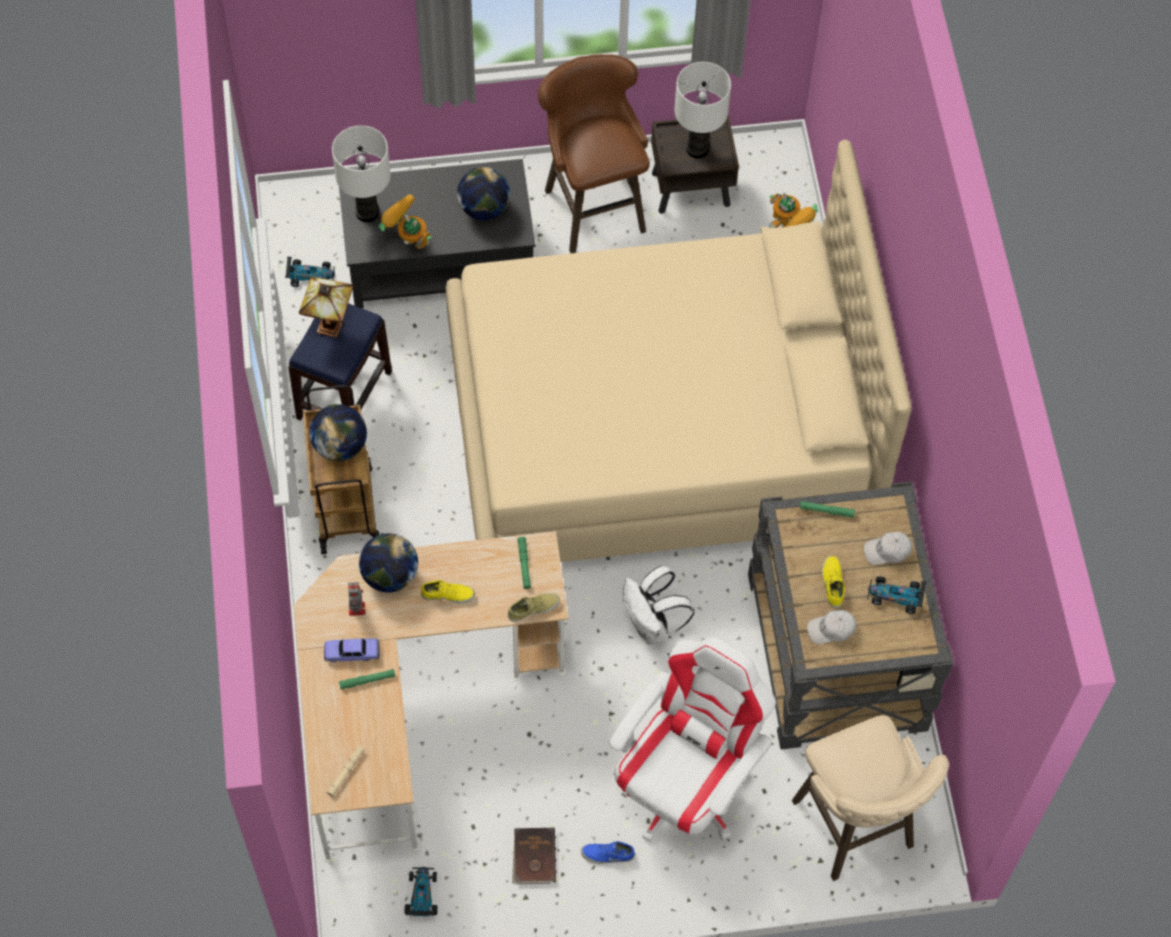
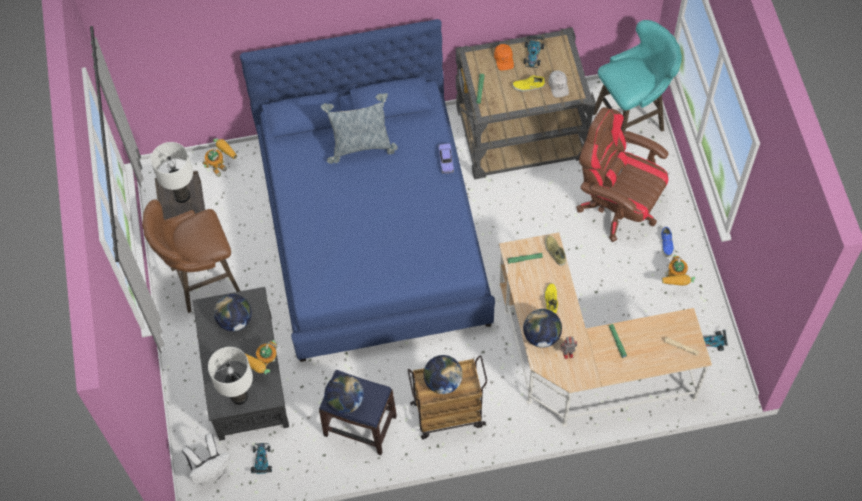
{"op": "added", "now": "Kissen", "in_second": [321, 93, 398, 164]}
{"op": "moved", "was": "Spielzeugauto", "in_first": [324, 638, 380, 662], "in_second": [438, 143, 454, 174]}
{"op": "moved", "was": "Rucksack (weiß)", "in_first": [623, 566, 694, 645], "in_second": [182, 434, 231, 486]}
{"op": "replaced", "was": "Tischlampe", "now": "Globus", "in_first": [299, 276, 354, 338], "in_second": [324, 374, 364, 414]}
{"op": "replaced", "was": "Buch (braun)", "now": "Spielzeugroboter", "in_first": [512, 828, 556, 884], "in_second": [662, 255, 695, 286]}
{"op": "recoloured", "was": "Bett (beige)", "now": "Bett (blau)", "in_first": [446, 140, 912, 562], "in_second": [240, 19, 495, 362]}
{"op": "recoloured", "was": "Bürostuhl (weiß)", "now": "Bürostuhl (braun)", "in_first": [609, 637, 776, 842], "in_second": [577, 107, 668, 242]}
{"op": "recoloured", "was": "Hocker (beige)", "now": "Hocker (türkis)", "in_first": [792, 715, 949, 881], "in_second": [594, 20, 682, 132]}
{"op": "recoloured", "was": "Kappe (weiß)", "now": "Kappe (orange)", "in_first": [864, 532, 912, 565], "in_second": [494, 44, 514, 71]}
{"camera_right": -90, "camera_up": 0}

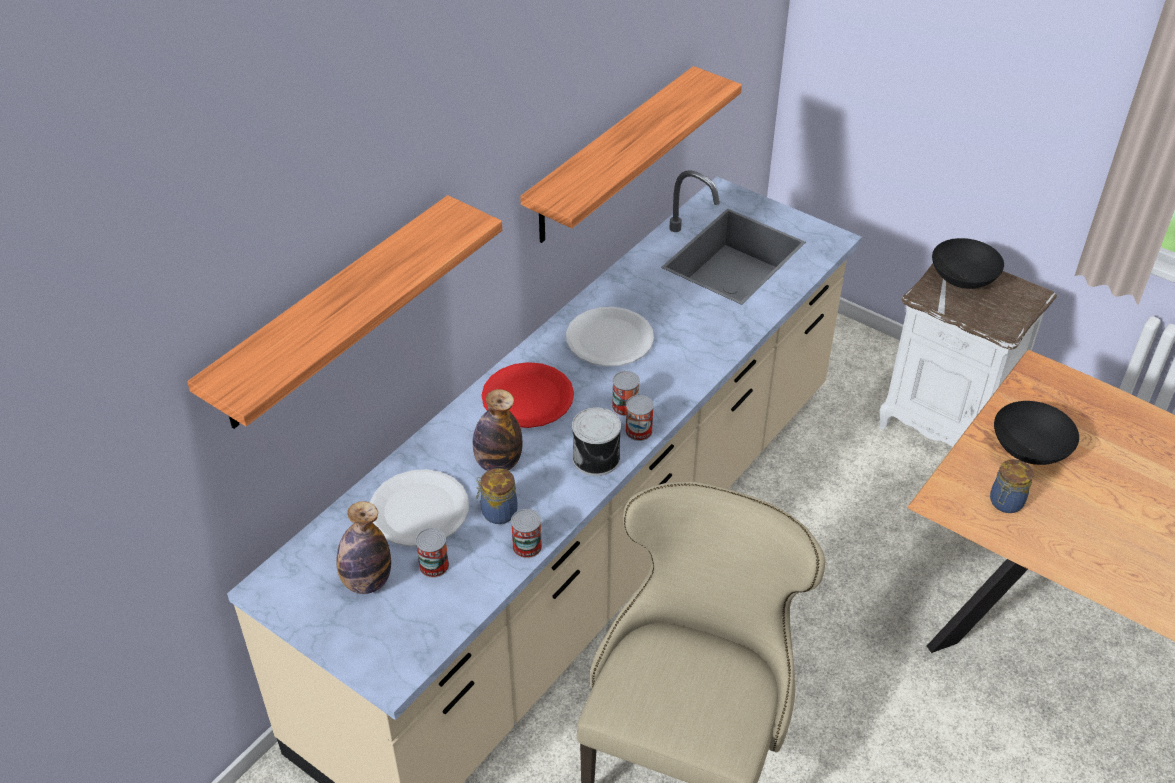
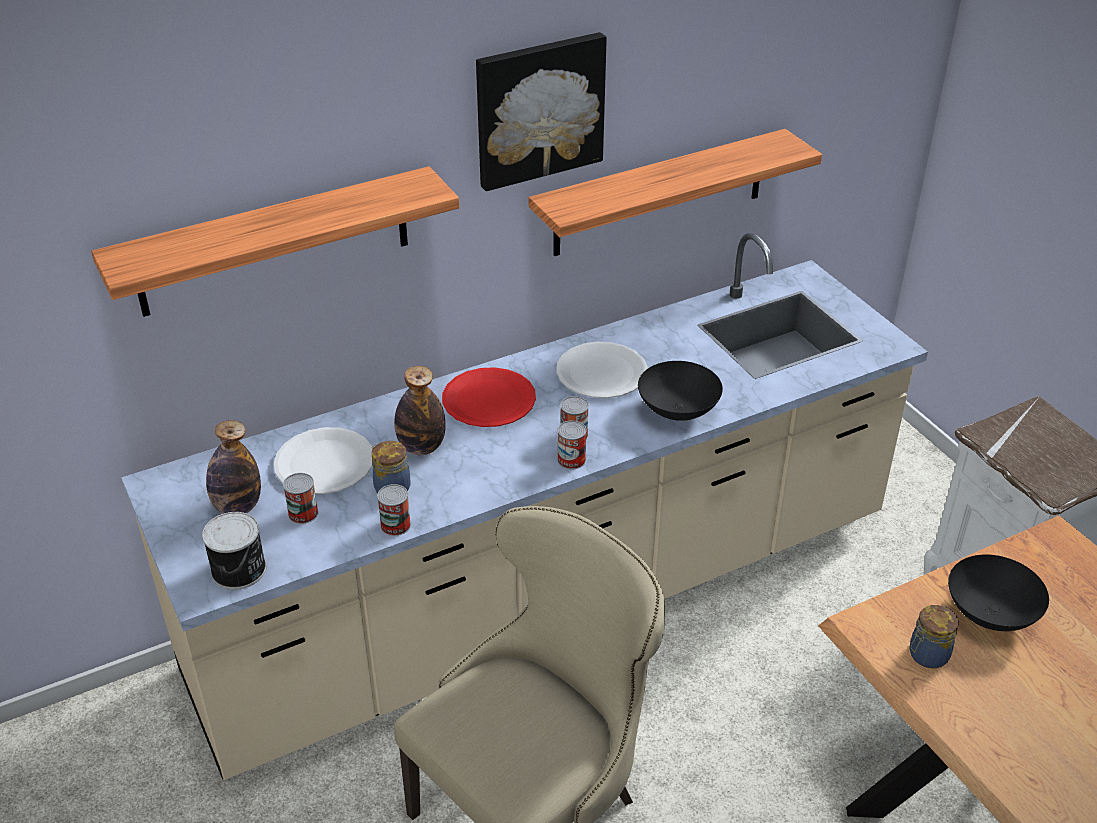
{"op": "added", "now": "Bild", "in_second": [476, 32, 607, 191]}
{"op": "moved", "was": "Dose", "in_first": [572, 407, 621, 476], "in_second": [202, 512, 266, 590]}
{"op": "moved", "was": "Schüssel (schwarz)", "in_first": [932, 238, 1004, 289], "in_second": [638, 361, 723, 421]}
{"camera_right": 25, "camera_up": -5}

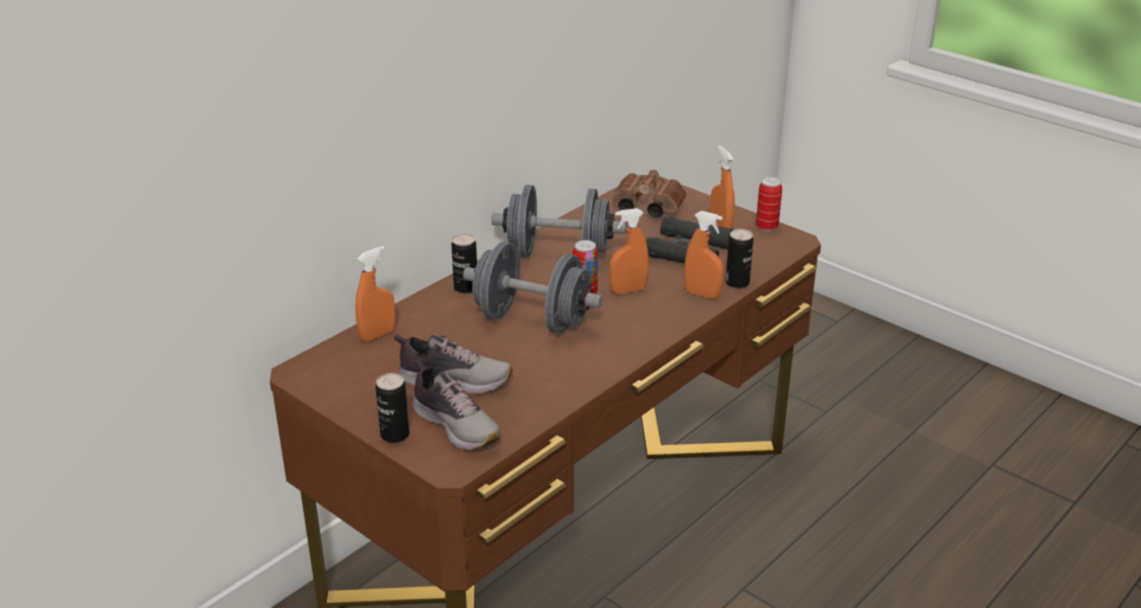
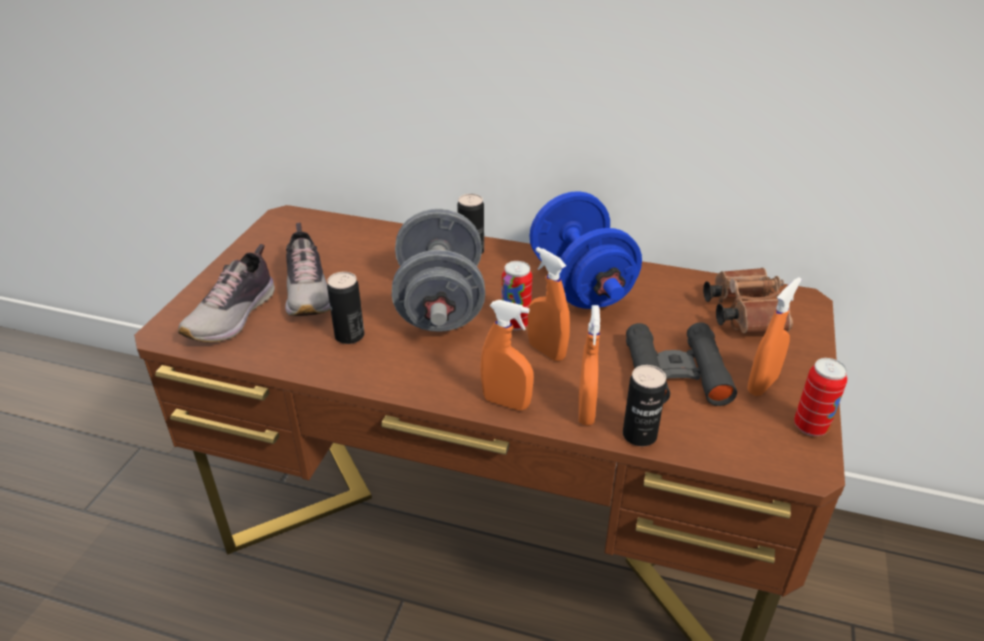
{"op": "moved", "was": "Sprühflasche (orange)", "in_first": [355, 246, 395, 342], "in_second": [480, 300, 534, 411]}
{"op": "moved", "was": "Dose", "in_first": [376, 373, 409, 443], "in_second": [327, 272, 364, 344]}
{"op": "recoloured", "was": "Hantel (grau)", "now": "Hantel (blau)", "in_first": [491, 185, 626, 258], "in_second": [529, 191, 642, 309]}
{"camera_right": 65, "camera_up": 5}

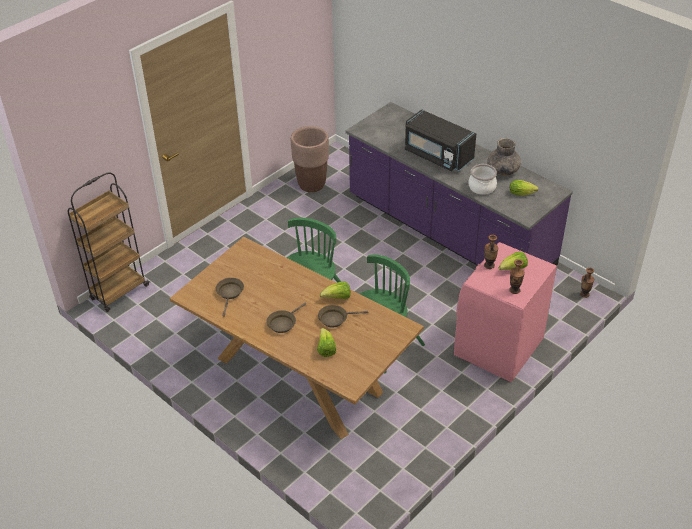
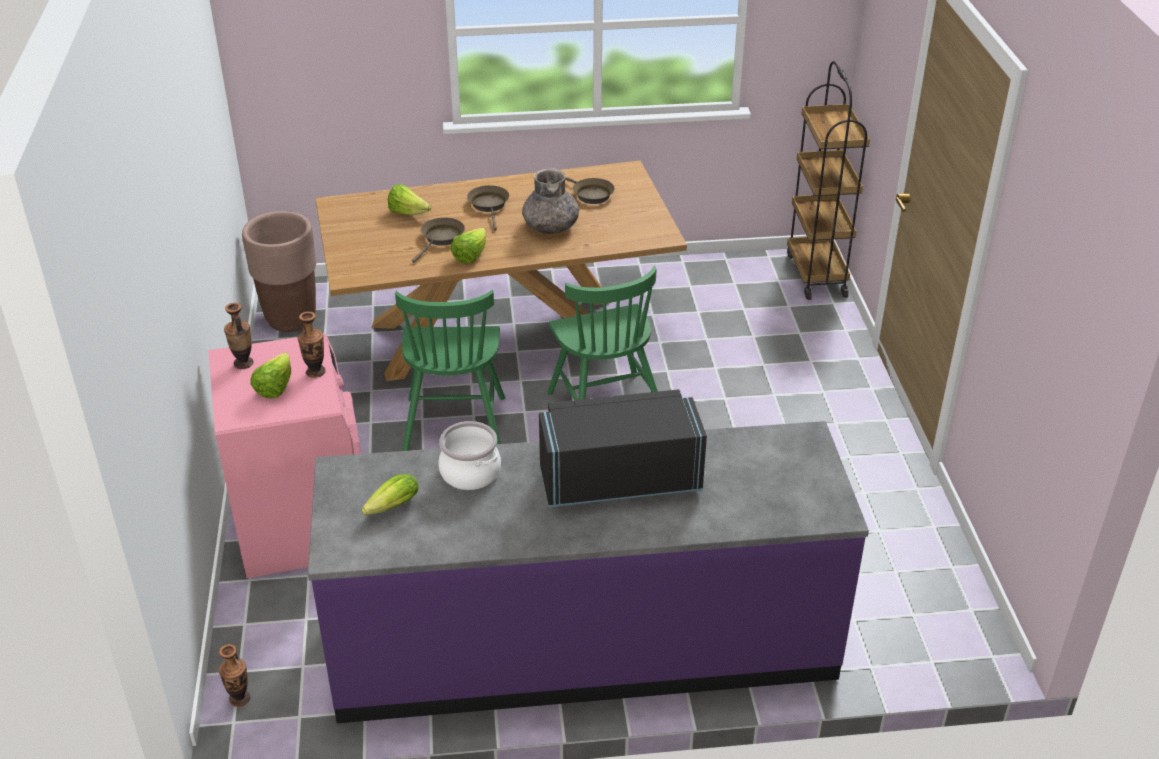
{"op": "moved", "was": "Pflanzkübel (braun)", "in_first": [291, 126, 329, 192], "in_second": [242, 211, 316, 332]}
{"op": "moved", "was": "Vase (grau)", "in_first": [487, 138, 521, 176], "in_second": [522, 169, 579, 234]}
{"camera_right": 130, "camera_up": -5}

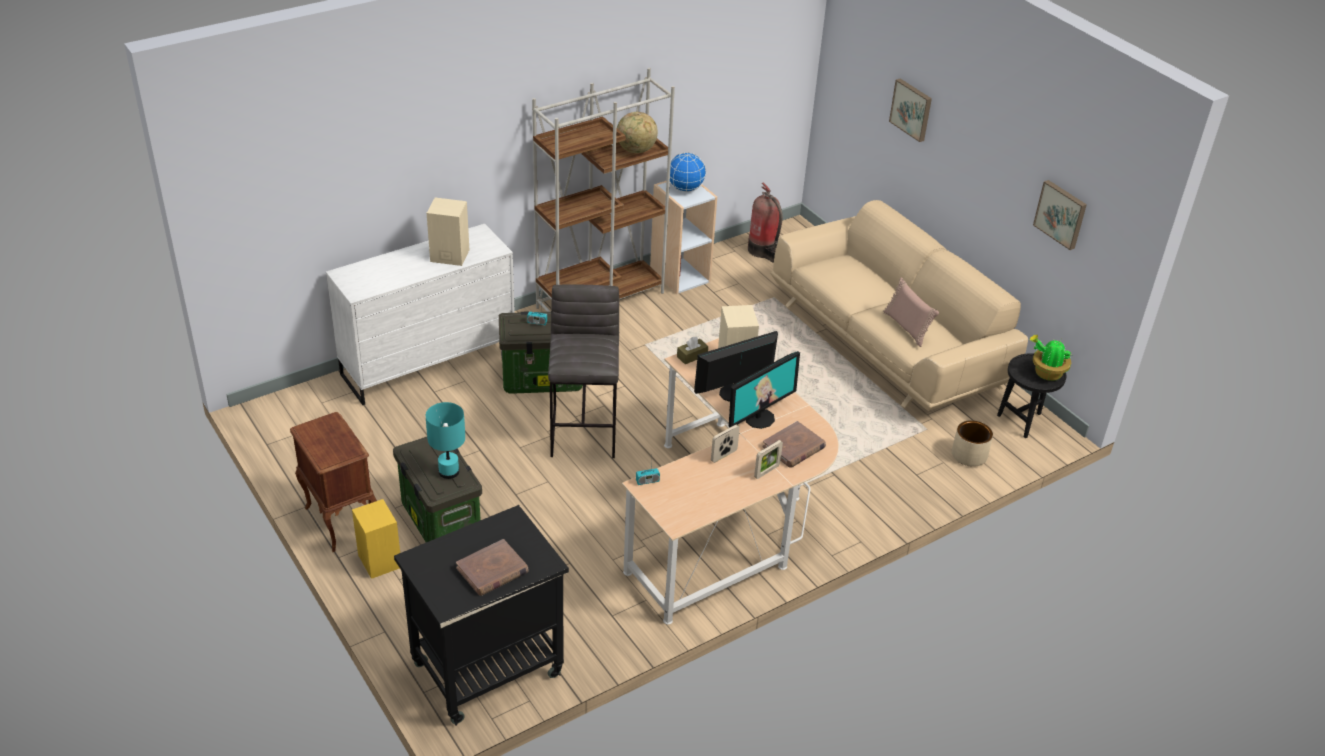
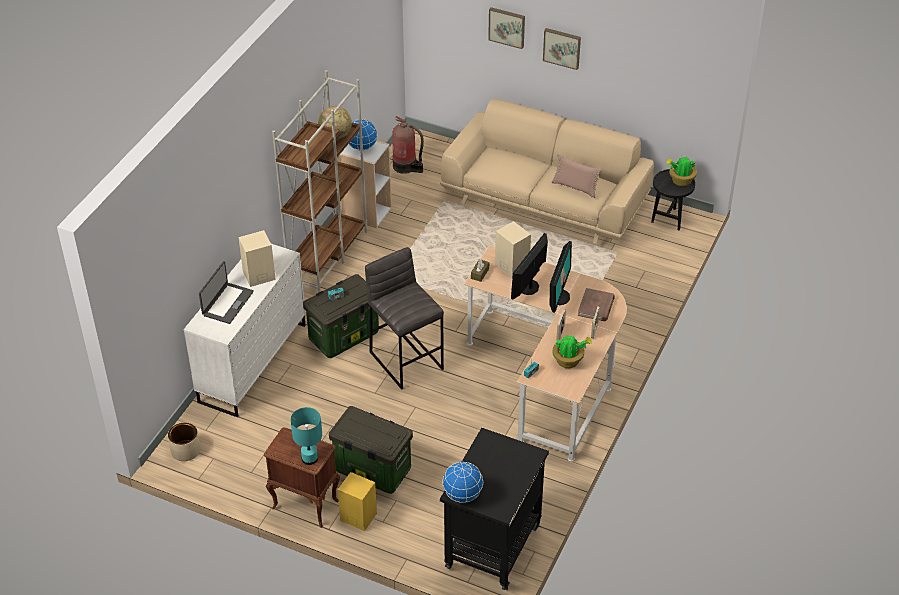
{"op": "removed", "was": "Buch (braun)", "in_first": [456, 539, 529, 596]}
{"op": "added", "now": "Laptop", "in_second": [199, 261, 254, 324]}
{"op": "added", "now": "Globus", "in_second": [442, 462, 483, 503]}
{"op": "added", "now": "Topfpflanze", "in_second": [553, 335, 592, 368]}
{"op": "moved", "was": "Tischlampe (türkis)", "in_first": [426, 402, 465, 479], "in_second": [291, 407, 322, 465]}
{"op": "moved", "was": "Pflanzkübel (beige)", "in_first": [952, 420, 993, 467], "in_second": [168, 423, 201, 461]}
{"op": "moved", "was": "Bild", "in_first": [1033, 180, 1087, 250], "in_second": [543, 28, 581, 70]}
{"camera_right": -30, "camera_up": 5}

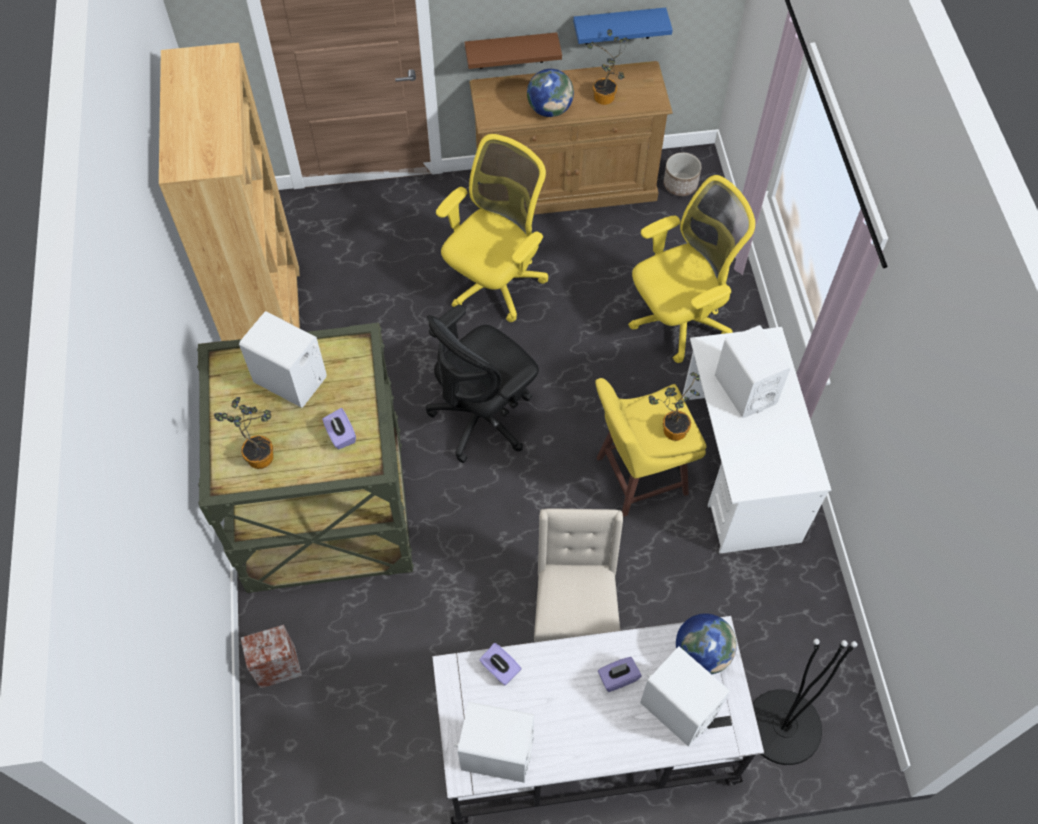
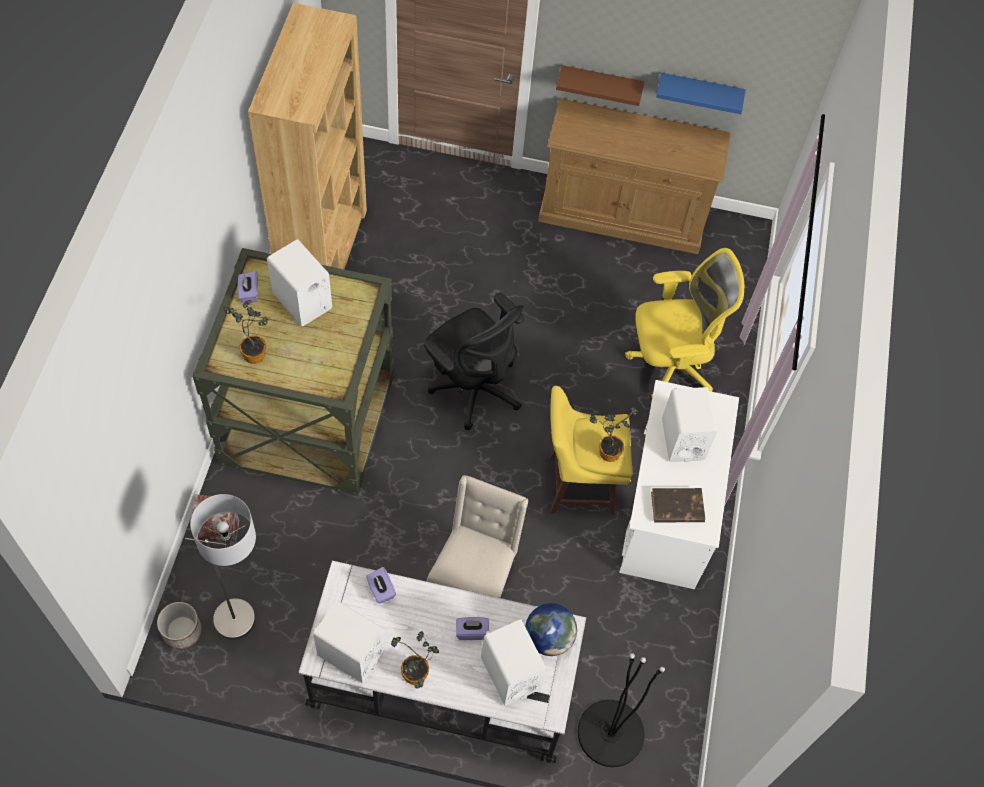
{"op": "removed", "was": "Bürostuhl (gelb)", "in_first": [436, 134, 548, 322]}
{"op": "removed", "was": "Globus", "in_first": [527, 69, 574, 117]}
{"op": "added", "now": "Stehlampe (grau)", "in_second": [185, 494, 256, 640]}
{"op": "added", "now": "Buch (braun)", "in_second": [651, 488, 705, 523]}
{"op": "moved", "was": "Taschentuchbox (lila)", "in_first": [322, 408, 356, 449], "in_second": [238, 271, 258, 303]}
{"op": "moved", "was": "Topfpflanze", "in_first": [587, 29, 630, 105], "in_second": [391, 631, 439, 688]}
{"op": "moved", "was": "Pflanzkübel", "in_first": [664, 153, 701, 196], "in_second": [157, 602, 202, 649]}
{"op": "turned", "was": "Bürostuhl (schwarz)", "in_first": [426, 305, 539, 463], "in_second": [424, 293, 524, 430], "clockwise": -105}
{"camera_right": 15, "camera_up": 0}

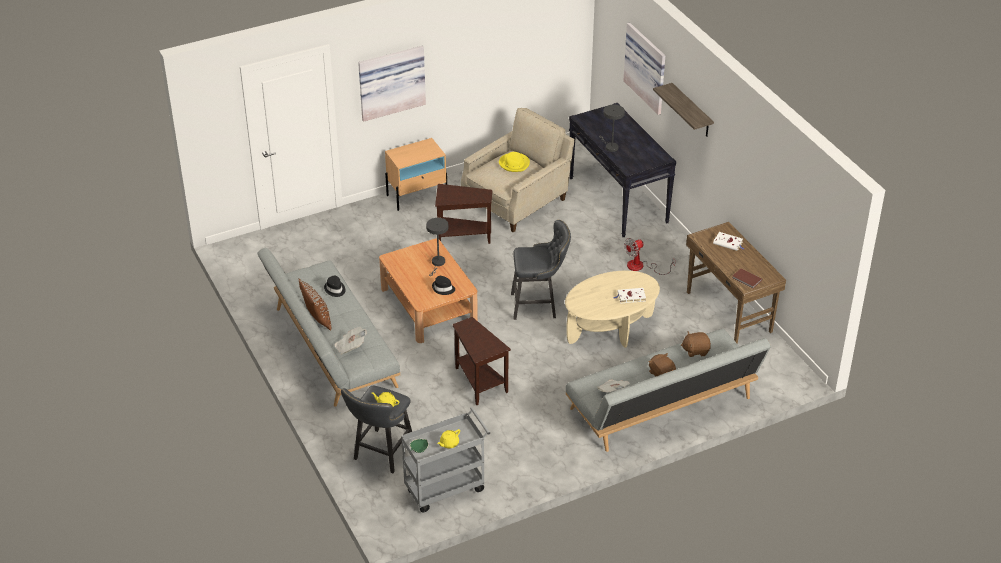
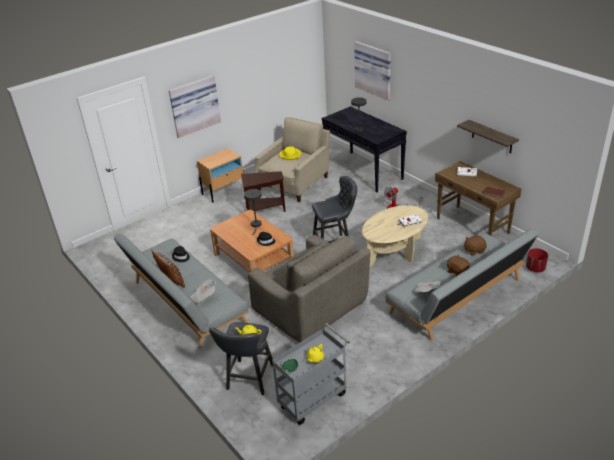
{"op": "added", "now": "Pflanzkübel (rot)", "in_second": [526, 248, 548, 272]}
{"op": "moved", "was": "Wandregal", "in_first": [653, 83, 714, 136], "in_second": [457, 120, 519, 153]}
{"op": "replaced", "was": "Beistelltisch (braun)", "now": "Sessel (grau)", "in_first": [453, 317, 511, 405], "in_second": [248, 235, 371, 343]}
{"camera_right": -10, "camera_up": -5}

